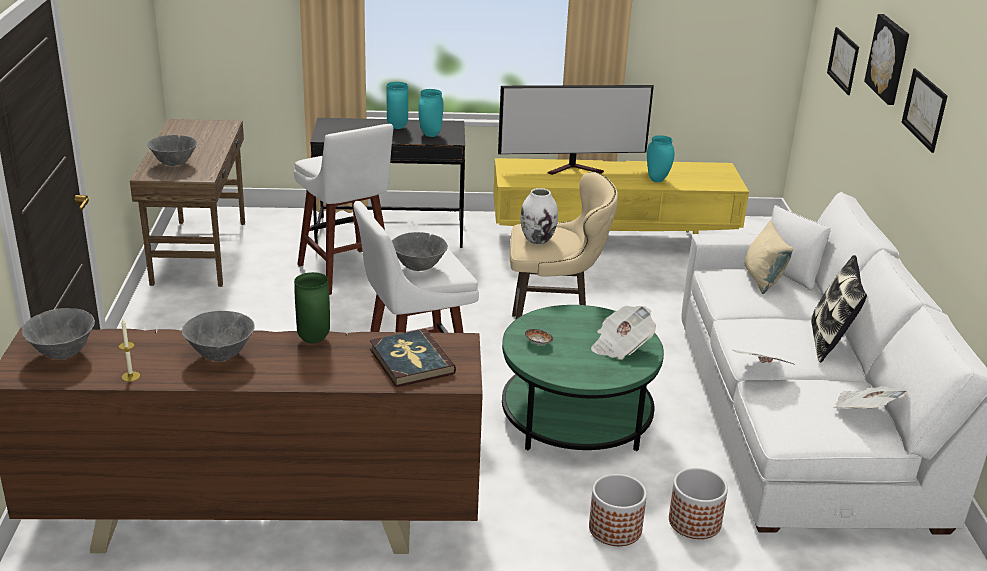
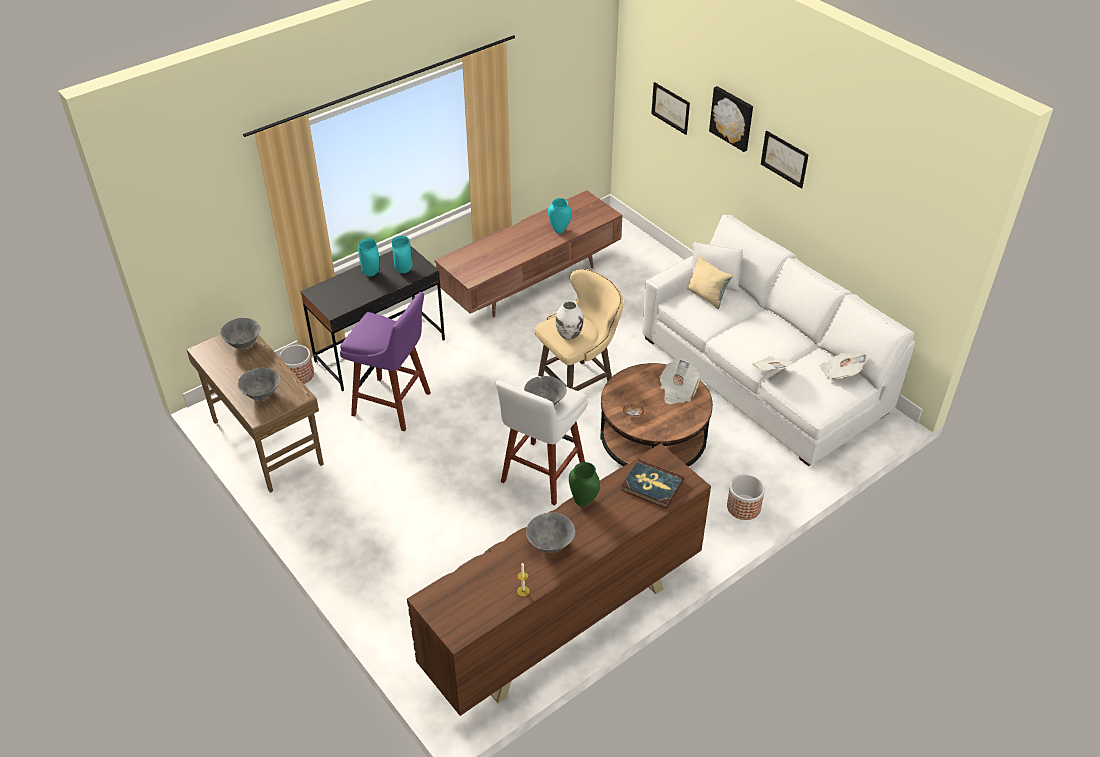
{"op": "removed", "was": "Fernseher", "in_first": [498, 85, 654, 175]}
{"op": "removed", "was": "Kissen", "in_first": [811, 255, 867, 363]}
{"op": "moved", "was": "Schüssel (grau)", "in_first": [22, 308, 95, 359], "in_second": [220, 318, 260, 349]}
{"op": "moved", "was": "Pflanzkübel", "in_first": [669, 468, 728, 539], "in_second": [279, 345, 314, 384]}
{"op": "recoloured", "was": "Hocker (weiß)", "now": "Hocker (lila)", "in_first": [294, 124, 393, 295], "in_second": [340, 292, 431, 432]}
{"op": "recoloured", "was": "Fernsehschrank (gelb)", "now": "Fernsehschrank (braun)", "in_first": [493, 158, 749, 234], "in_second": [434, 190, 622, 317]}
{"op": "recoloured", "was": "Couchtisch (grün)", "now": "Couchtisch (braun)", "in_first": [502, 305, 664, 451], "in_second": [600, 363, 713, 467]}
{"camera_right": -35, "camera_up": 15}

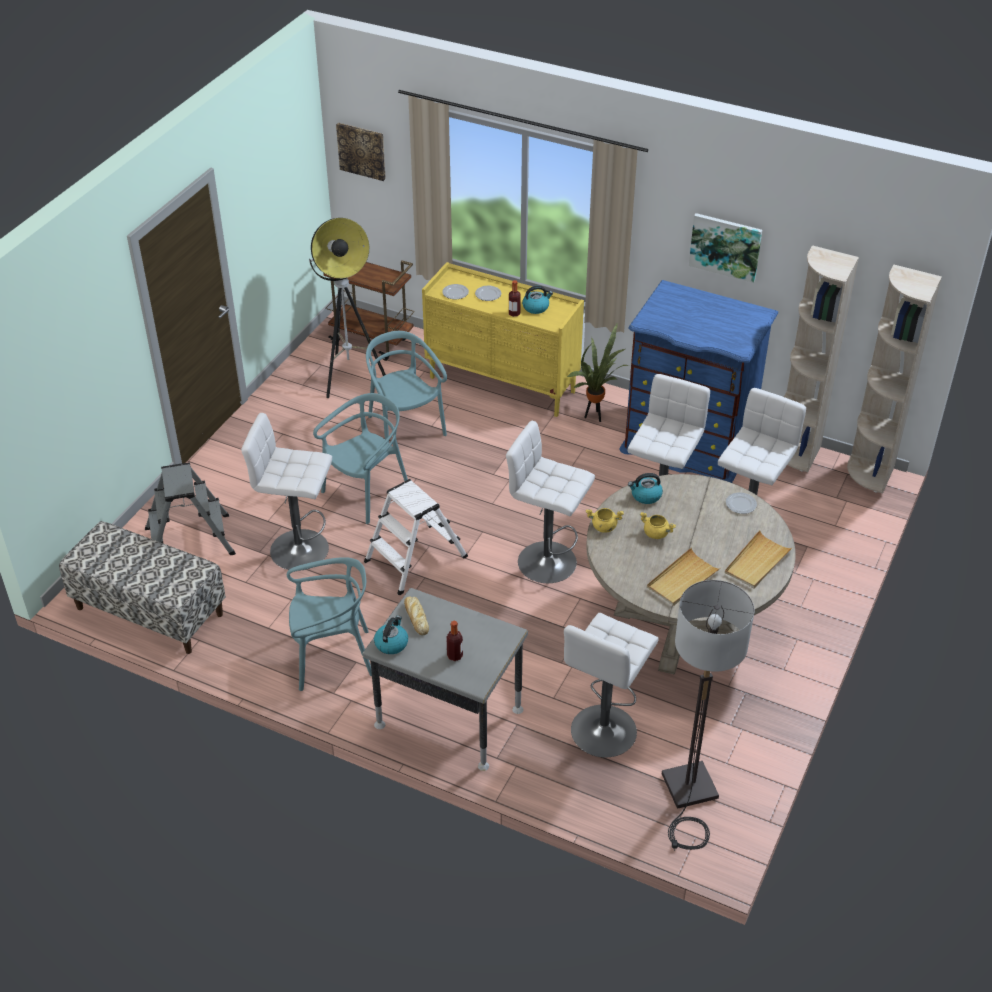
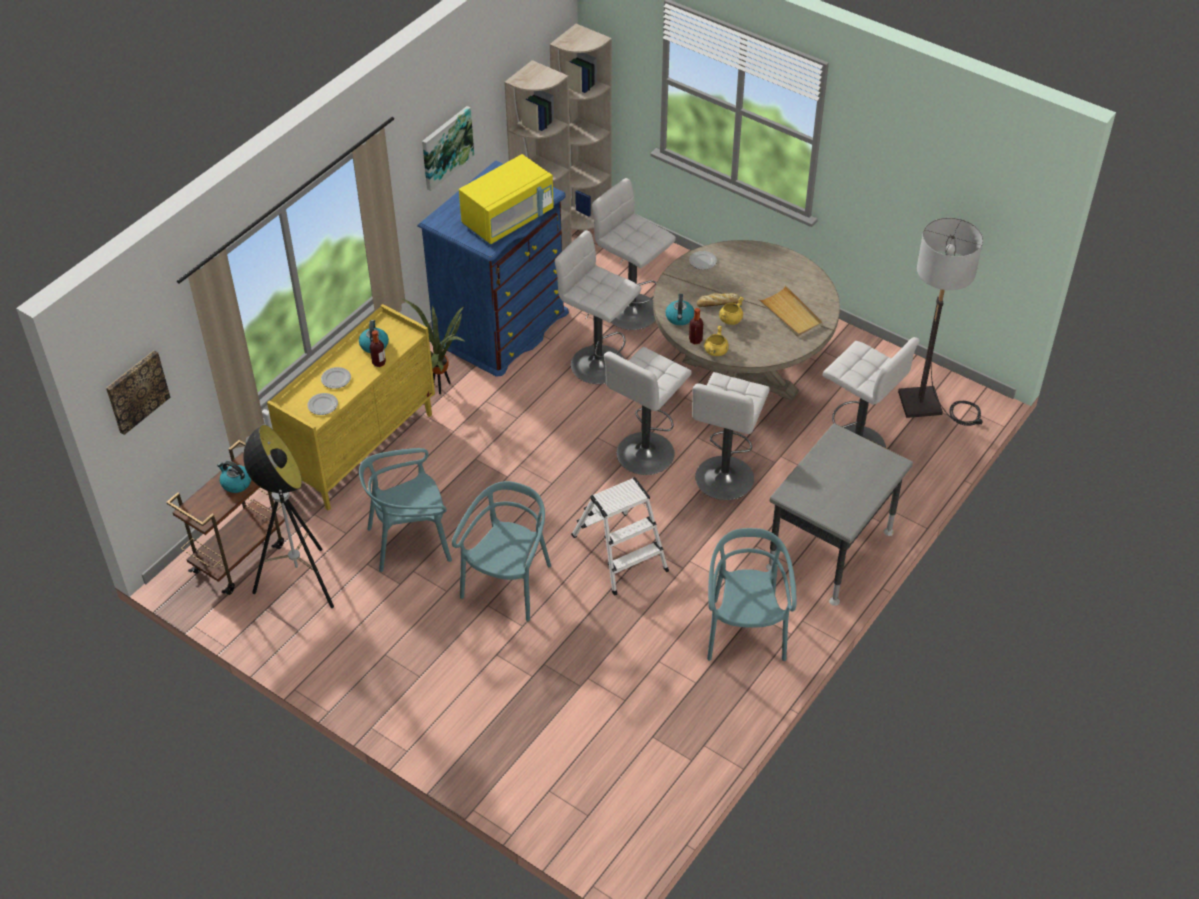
{"op": "removed", "was": "Bank", "in_first": [59, 521, 226, 654]}
{"op": "removed", "was": "Trittleiter (grau)", "in_first": [145, 462, 236, 555]}
{"op": "removed", "was": "Tablett (beige)", "in_first": [725, 530, 793, 589]}
{"op": "added", "now": "Mikrowelle (gelb)", "in_second": [459, 154, 554, 244]}
{"op": "moved", "was": "Hocker (weiß)", "in_first": [241, 413, 332, 571], "in_second": [692, 372, 770, 500]}
{"op": "moved", "was": "Wasserkessel", "in_first": [374, 616, 408, 654], "in_second": [217, 461, 251, 493]}
{"op": "moved", "was": "Brot", "in_first": [404, 596, 429, 635], "in_second": [697, 293, 740, 307]}
{"op": "moved", "was": "Flasche", "in_first": [446, 621, 463, 661], "in_second": [689, 308, 703, 344]}
{"op": "turned", "was": "Stuhl (türkis)", "in_first": [313, 393, 408, 524], "in_second": [452, 481, 551, 621], "clockwise": 60}
{"camera_right": -80, "camera_up": 5}

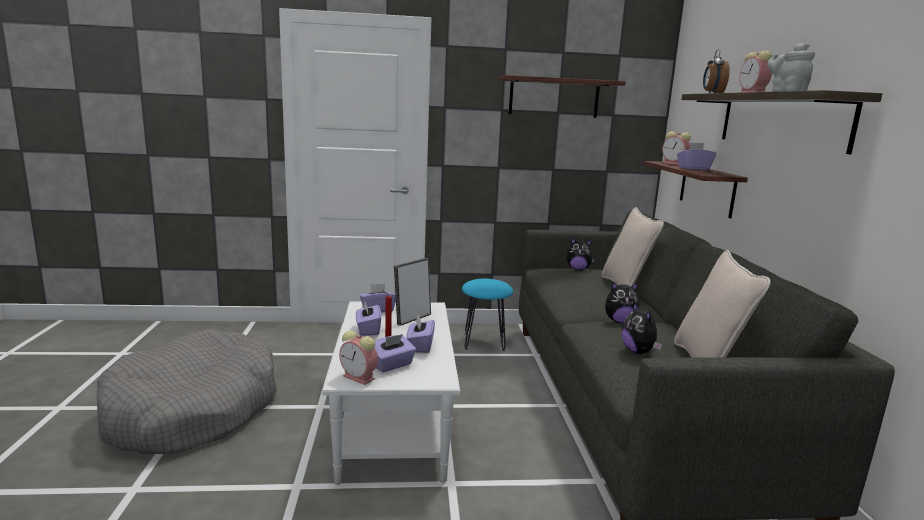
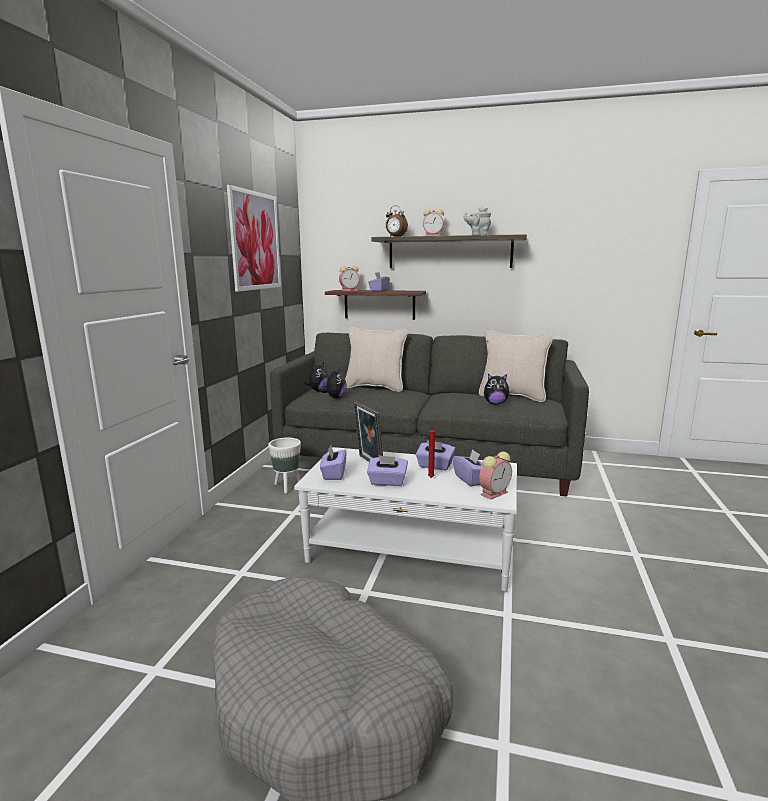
{"op": "moved", "was": "Plüschtier", "in_first": [605, 282, 639, 323], "in_second": [320, 368, 347, 398]}
{"op": "replaced", "was": "Hocker (türkis)", "now": "Pflanzkübel (weiß)", "in_first": [462, 279, 513, 351], "in_second": [268, 438, 301, 494]}
{"op": "replaced", "was": "Wandregal", "now": "Bild", "in_first": [498, 75, 626, 118], "in_second": [227, 185, 281, 292]}
{"camera_right": -70, "camera_up": 0}

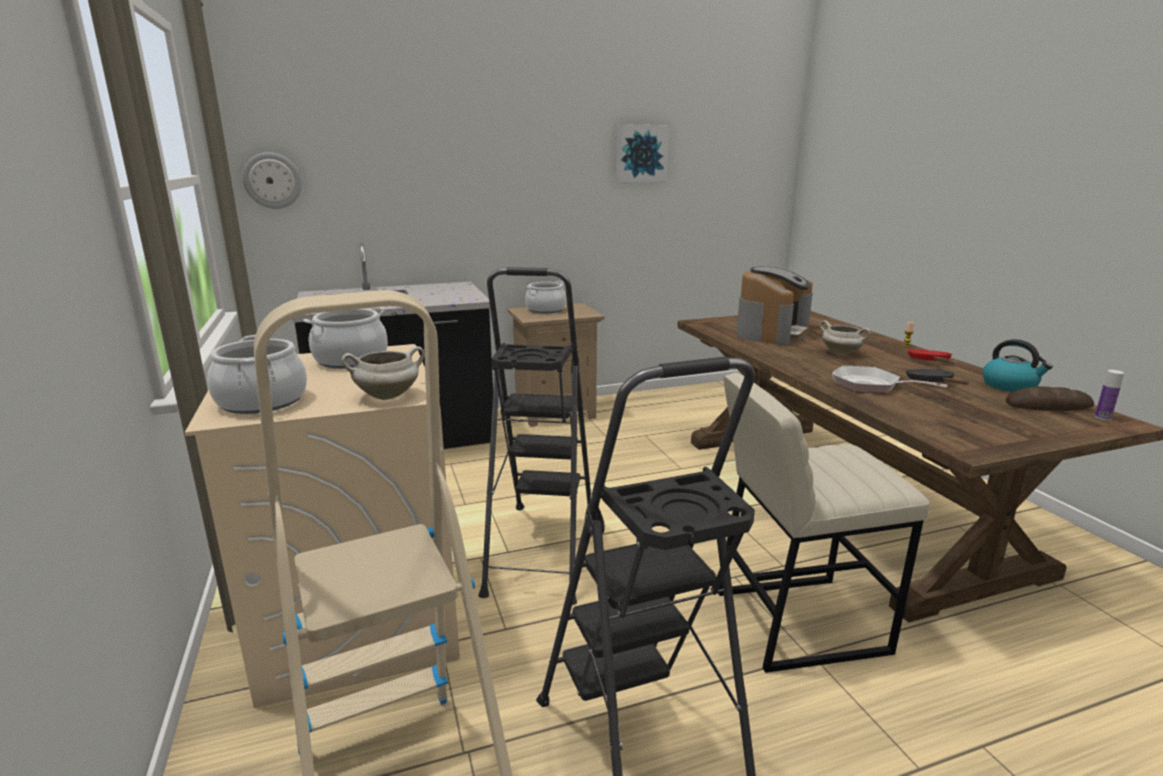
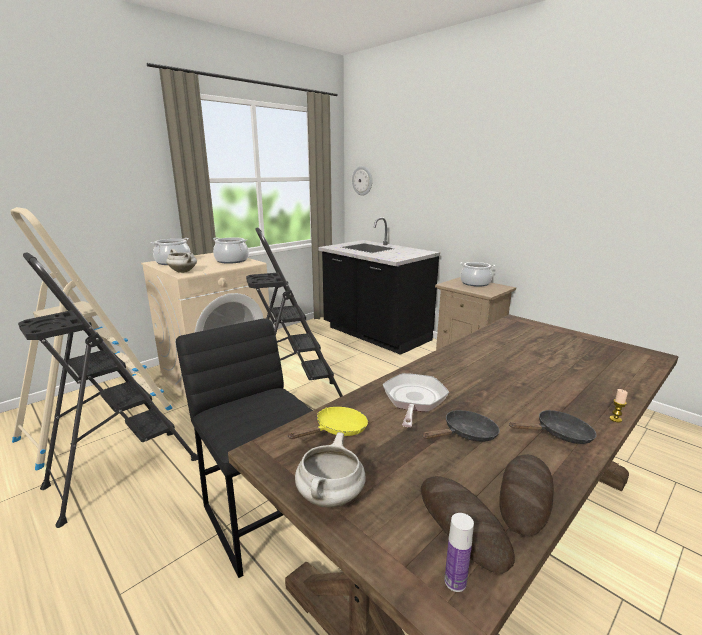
{"op": "removed", "was": "Bild", "in_first": [616, 124, 669, 182]}
{"op": "removed", "was": "Kaffeemaschine", "in_first": [737, 266, 813, 345]}
{"op": "added", "now": "Pfanne (gelb)", "in_second": [288, 407, 368, 439]}
{"op": "moved", "was": "Kochtopf (weiß)", "in_first": [820, 321, 870, 355], "in_second": [295, 432, 366, 508]}
{"op": "replaced", "was": "Wasserkessel", "now": "Brot", "in_first": [983, 339, 1053, 392], "in_second": [499, 454, 554, 537]}
{"op": "recoloured", "was": "Stuhl (beige)", "now": "Stuhl (schwarz)", "in_first": [718, 373, 929, 673], "in_second": [176, 318, 313, 578]}
{"op": "recoloured", "was": "Pfanne (rot)", "now": "Pfanne (schwarz)", "in_first": [907, 350, 952, 362], "in_second": [509, 410, 597, 444]}
{"camera_right": 65, "camera_up": 0}

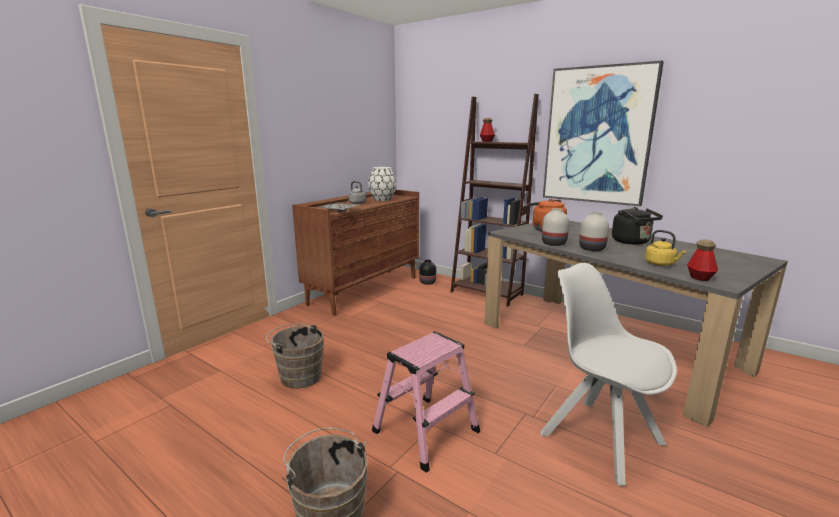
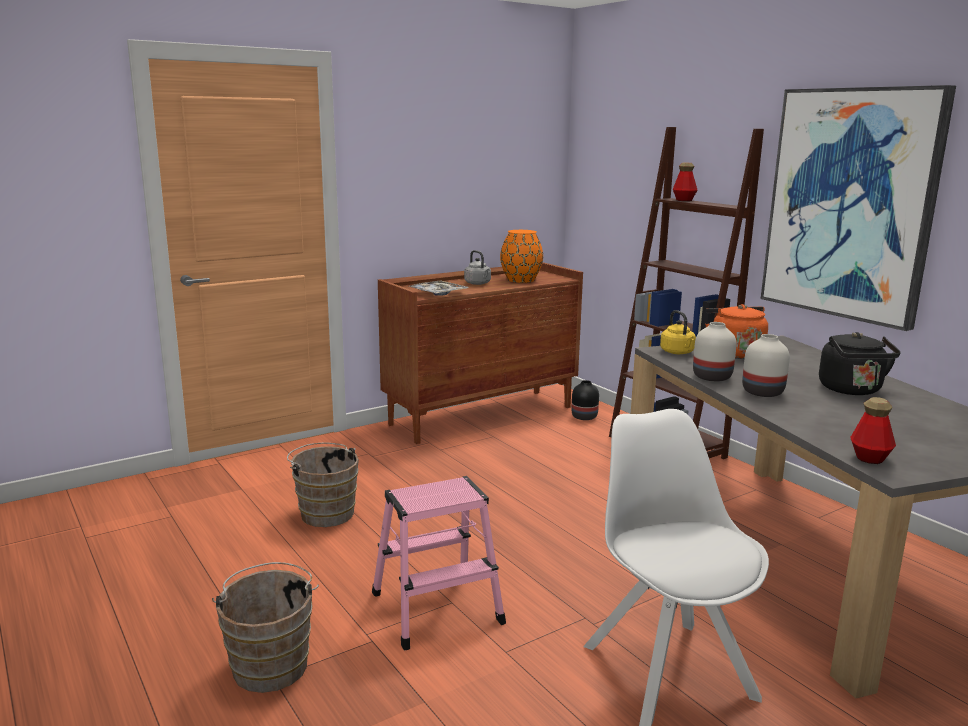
{"op": "moved", "was": "Wasserkessel (gelb)", "in_first": [645, 230, 686, 266], "in_second": [660, 310, 696, 354]}
{"op": "recoloured", "was": "Vase (weiß)", "now": "Vase (orange)", "in_first": [368, 167, 396, 201], "in_second": [500, 230, 543, 283]}
{"camera_right": 20, "camera_up": 0}

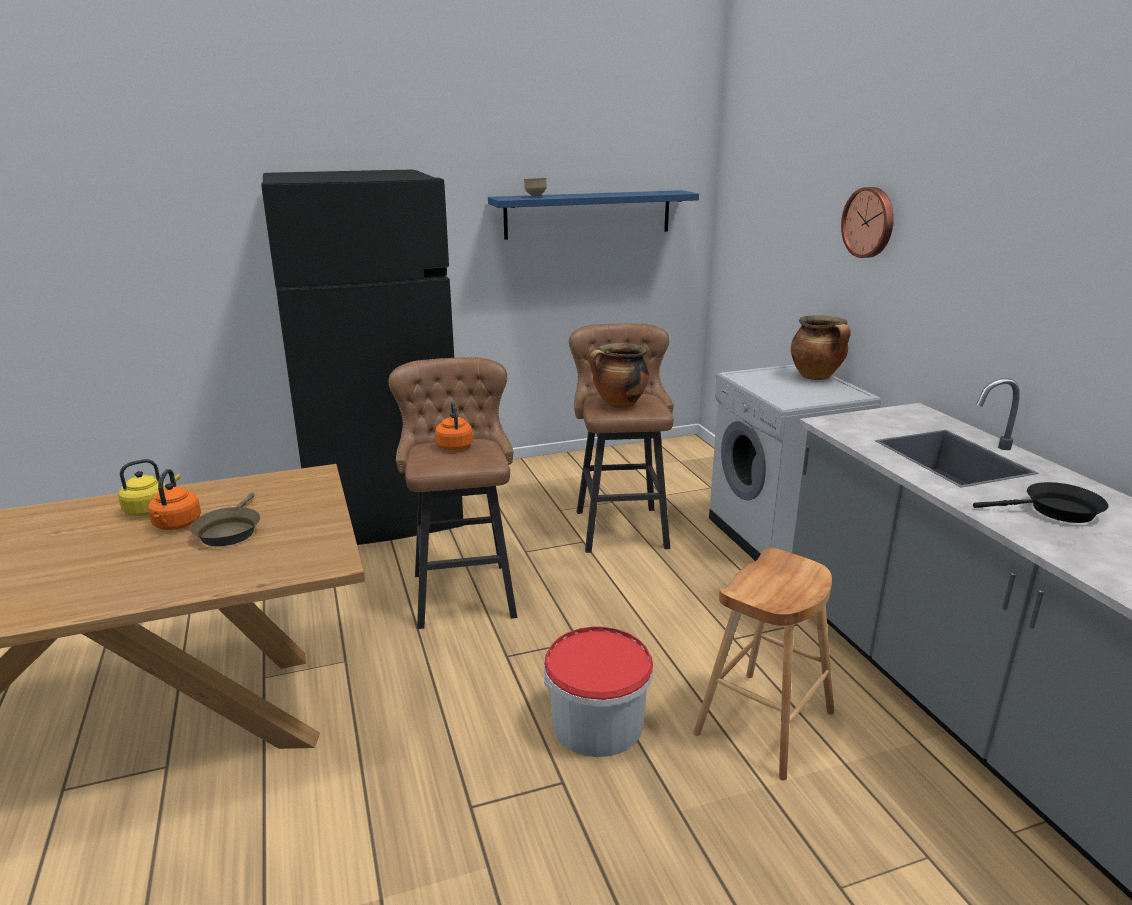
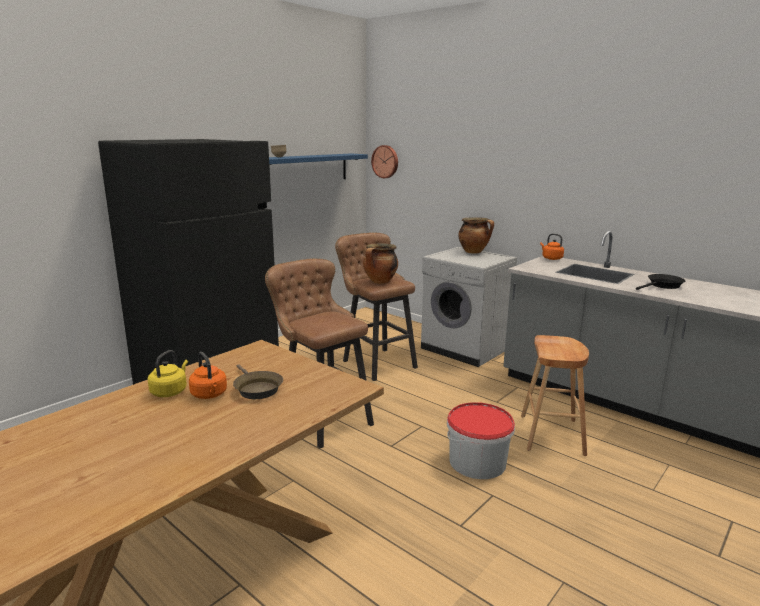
{"op": "moved", "was": "Wasserkessel (orange)", "in_first": [435, 402, 473, 450], "in_second": [540, 233, 564, 260]}
{"op": "moved", "was": "Wanduhr", "in_first": [841, 187, 894, 258], "in_second": [371, 145, 398, 178]}
{"camera_right": -30, "camera_up": -5}

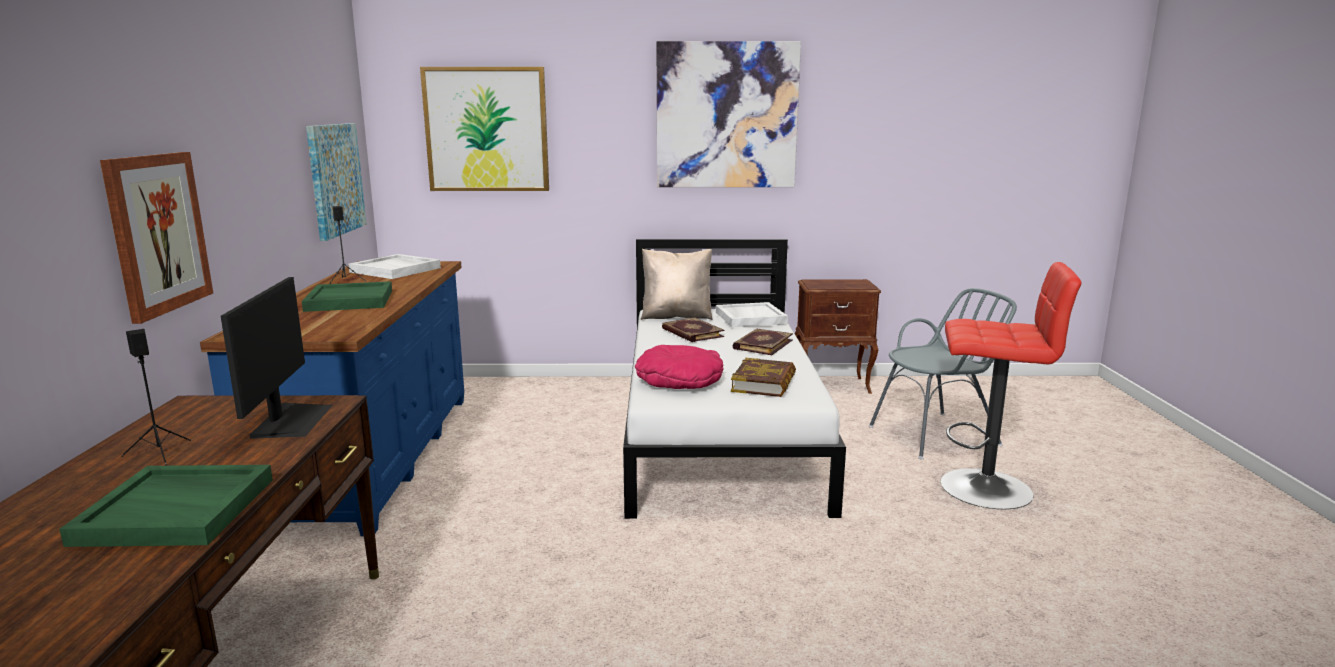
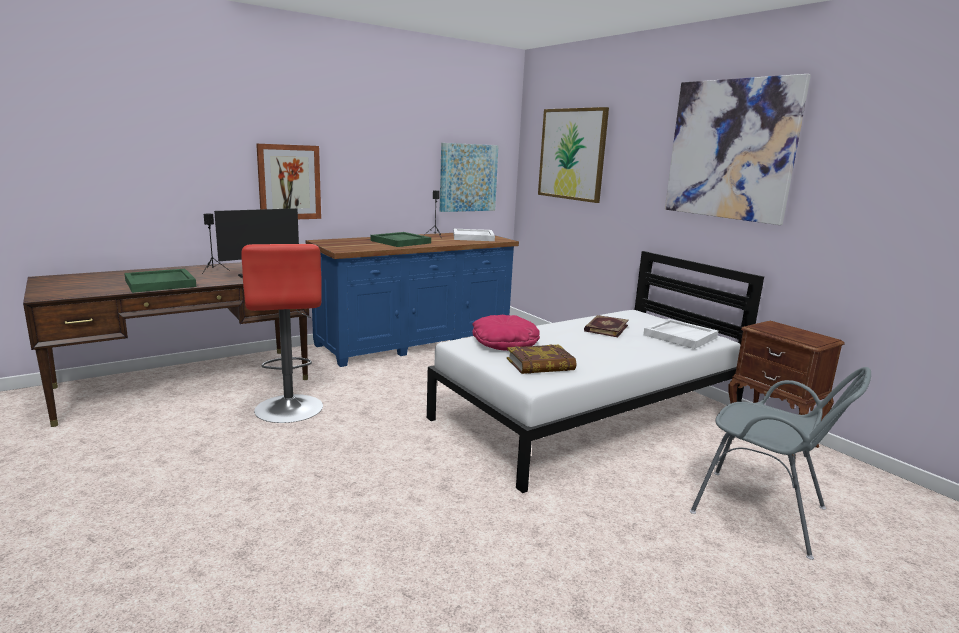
{"op": "removed", "was": "Kissen (beige)", "in_first": [640, 249, 713, 320]}
{"op": "removed", "was": "Buch", "in_first": [733, 329, 793, 355]}
{"op": "moved", "was": "Hocker (rot)", "in_first": [941, 262, 1082, 509], "in_second": [241, 244, 323, 423]}
{"camera_right": 55, "camera_up": 0}

